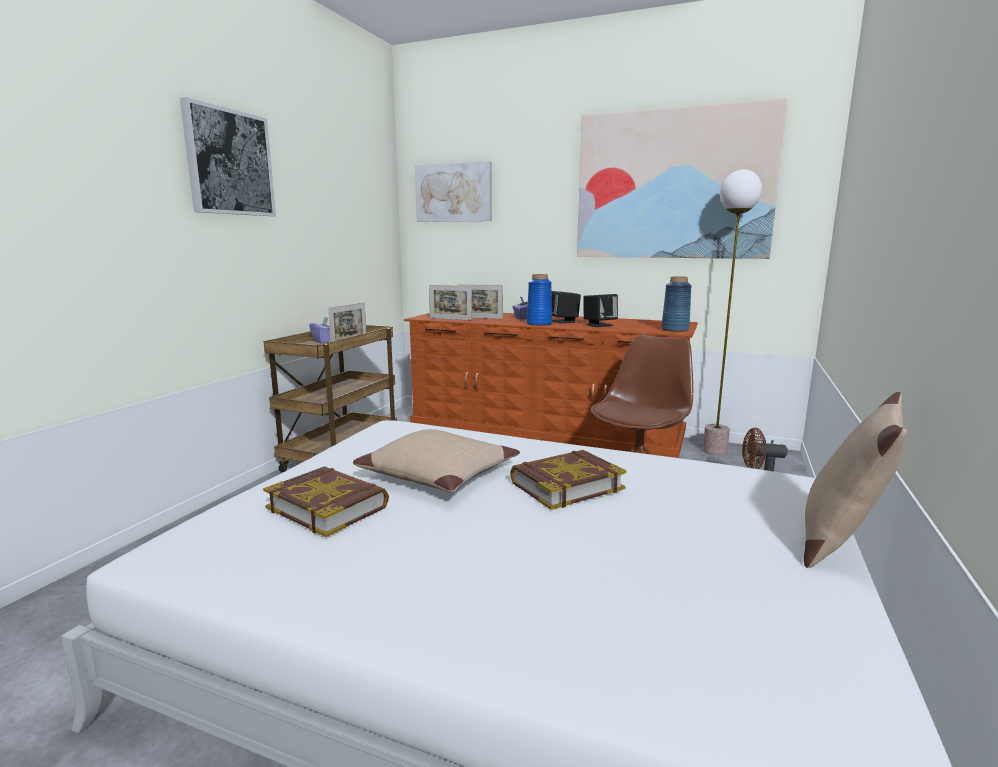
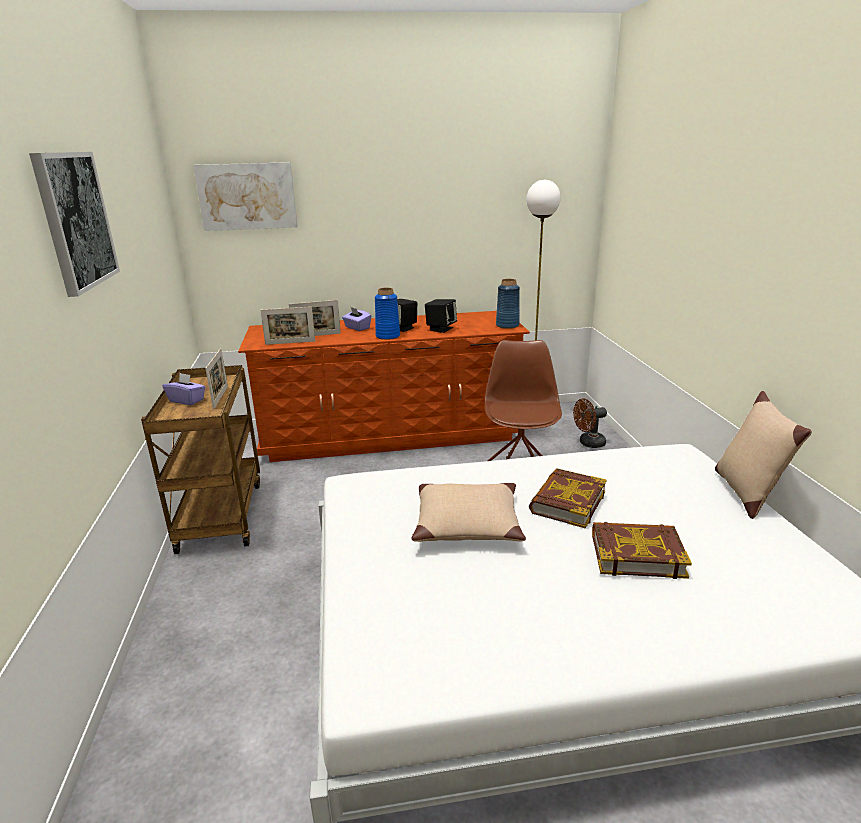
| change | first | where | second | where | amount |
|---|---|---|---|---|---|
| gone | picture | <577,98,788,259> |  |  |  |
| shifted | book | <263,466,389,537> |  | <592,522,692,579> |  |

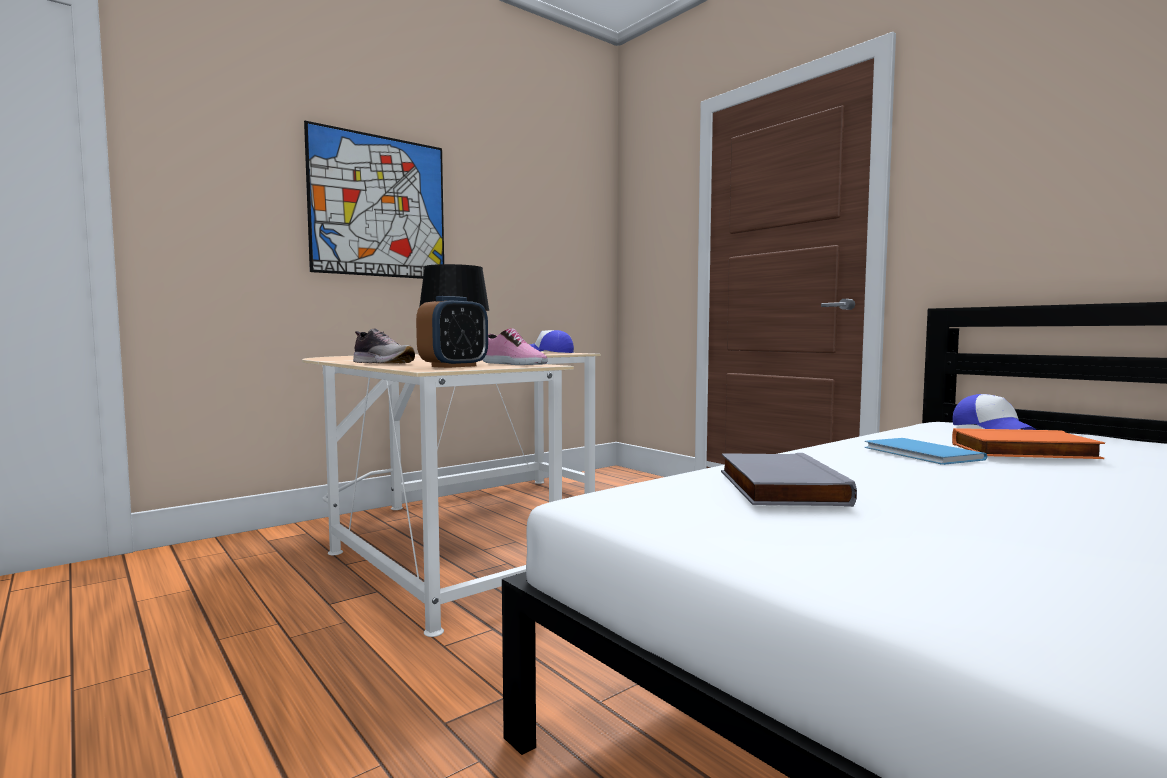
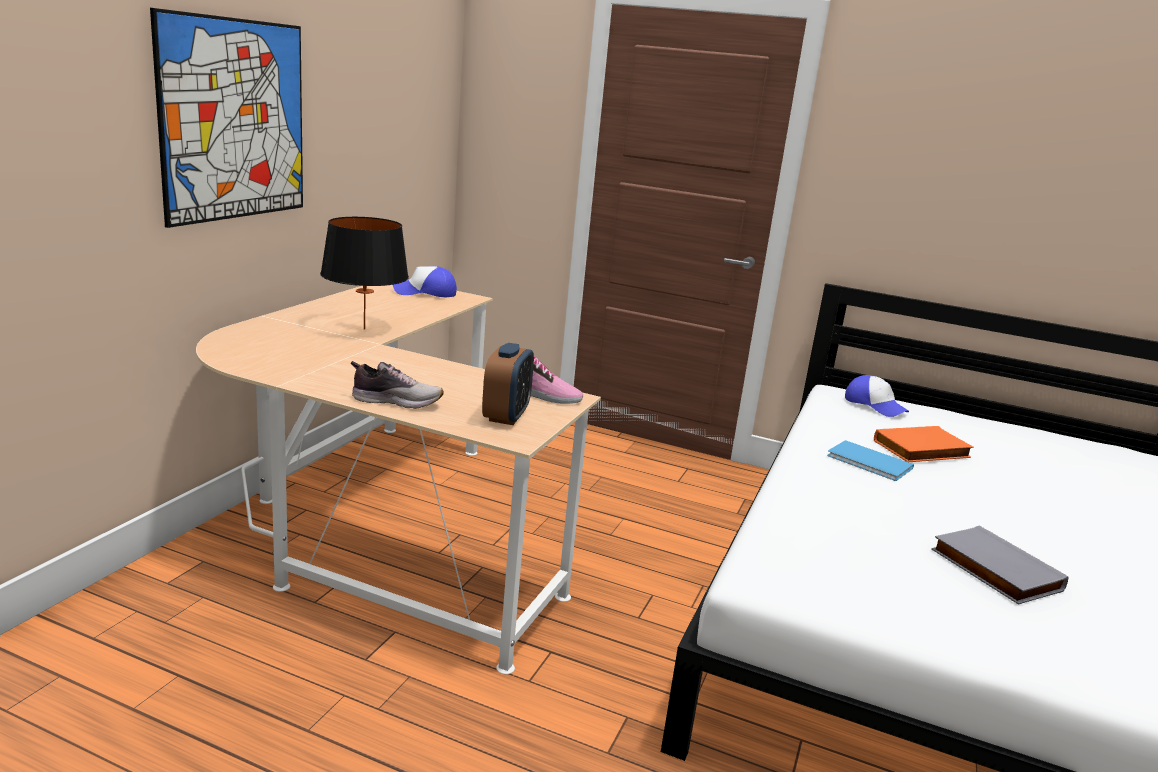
| change | first | where | second | where | amount |
|---|---|---|---|---|---|
| shifted | gray book | <721,453,857,507> |  | <931,526,1069,604> |  |

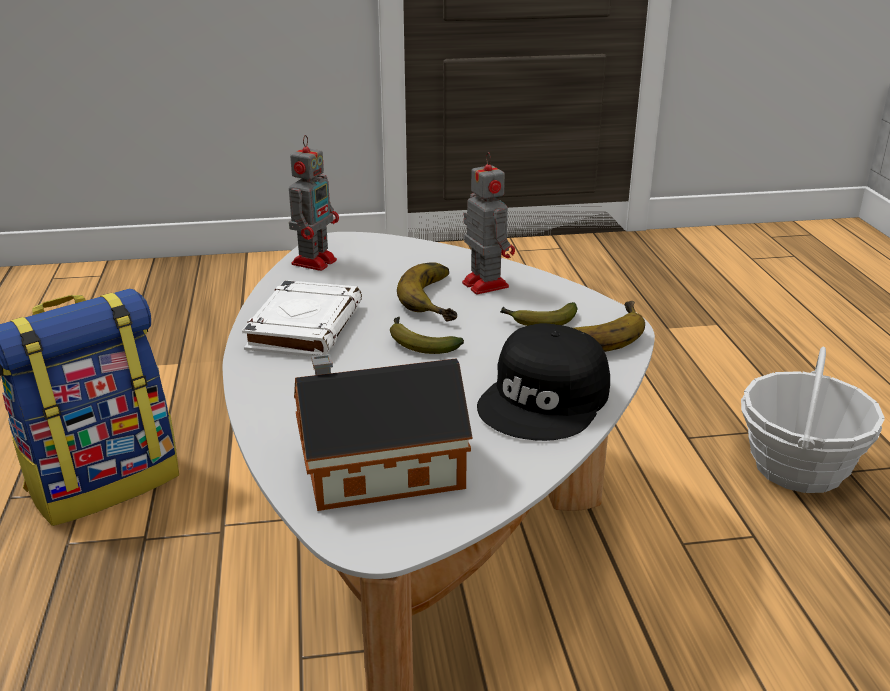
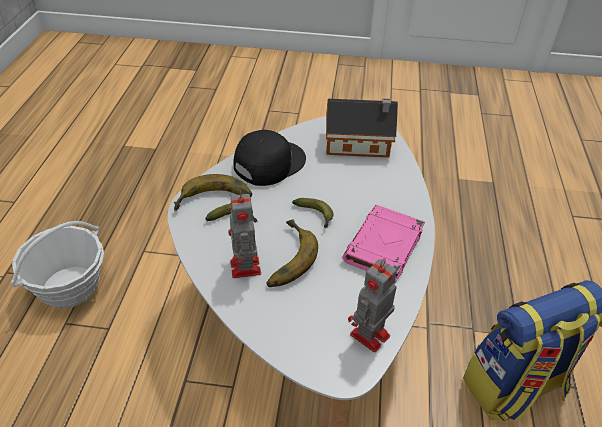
| change | first | where | second | where | amount |
|---|---|---|---|---|---|
| repainted | white book | <242,280,362,357> | pinkish book | <343,205,425,282> |  |

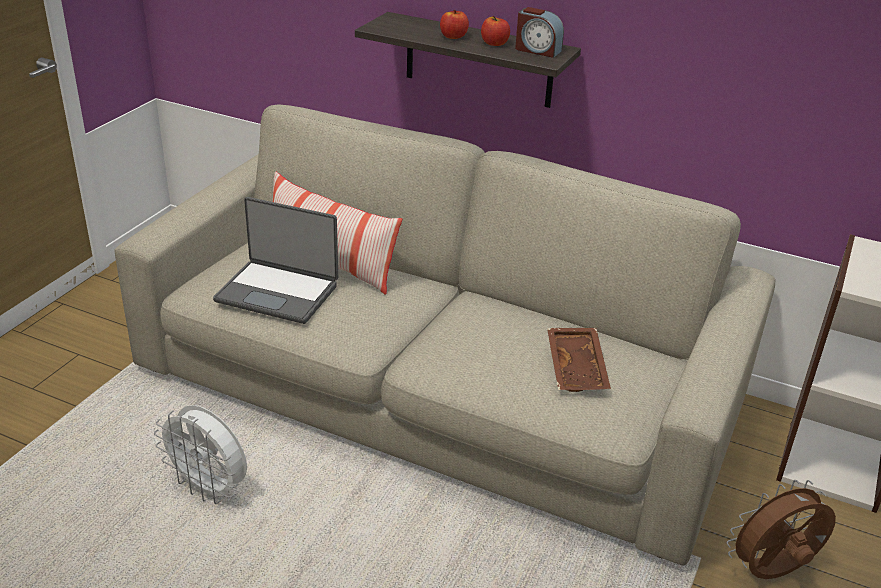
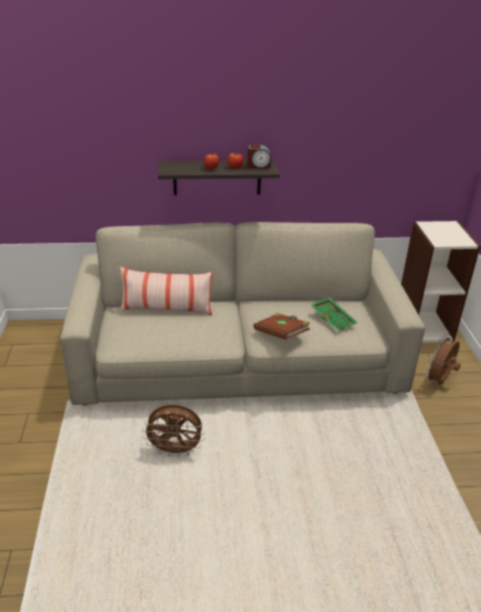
| change | first | where | second | where | amount |
|---|---|---|---|---|---|
| gone | laptop | <213,197,338,324> |  |  |  |
| new |  |  | brownish book | <254,313,310,340> |  |
| repainted | white cooling fan | <154,405,247,504> | brownish cooling fan | <142,405,205,457> |  |
| repainted | brownish serving tray | <547,328,611,392> | greenish serving tray | <311,297,358,331> |  |

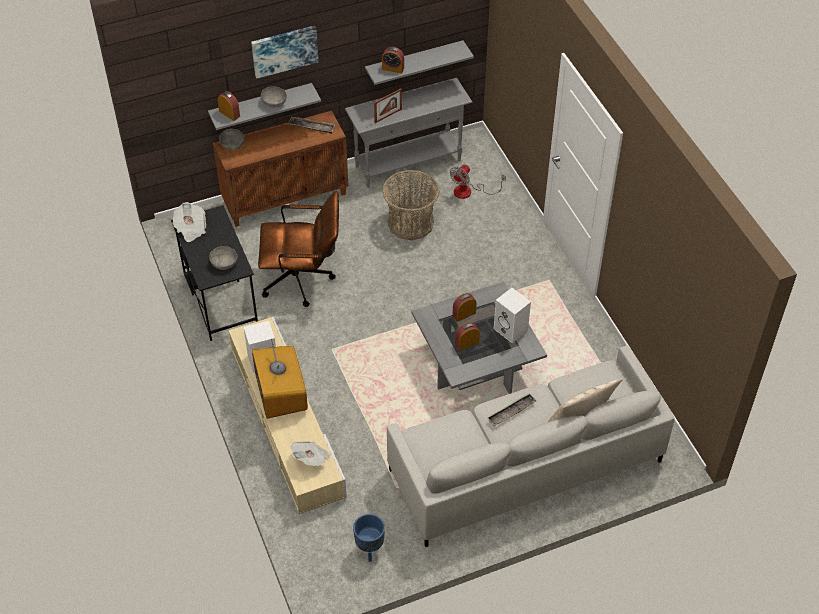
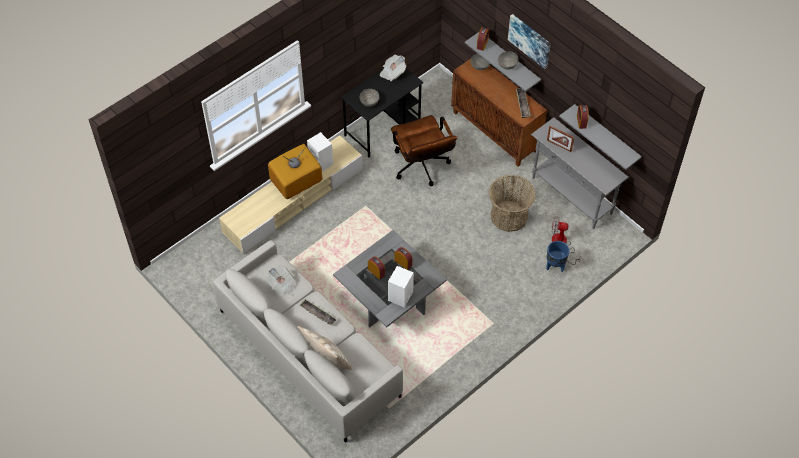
| change | first | where | second | where | amount |
|---|---|---|---|---|---|
| shifted | daily paper | <291,441,331,467> |  | <267,265,297,295> |  |
| shifted | blue flower pot | <353,514,385,562> |  | <546,241,569,272> |  |

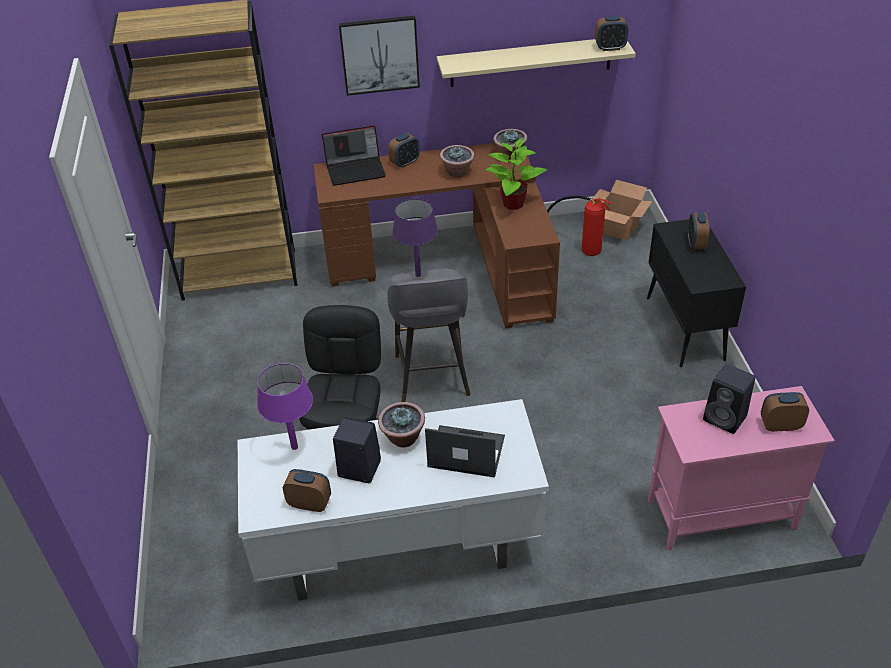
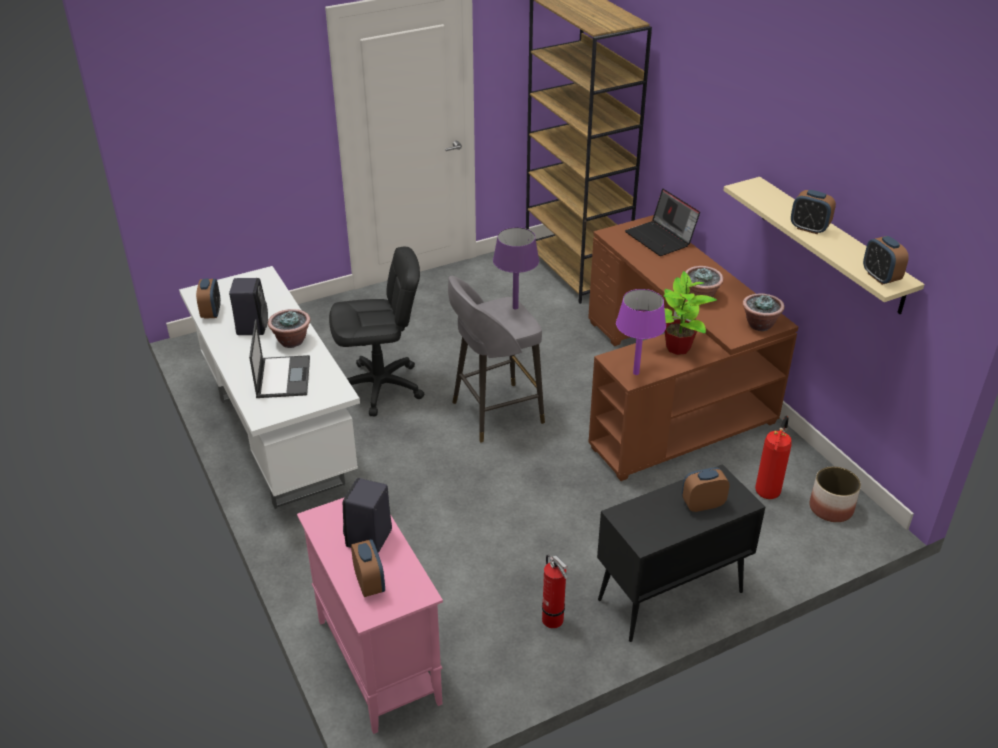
| change | first | where | second | where | amount |
|---|---|---|---|---|---|
| gone | picture | <339,16,420,96> |  |  |  |
| new |  |  | extinguisher | <542,555,568,628> |  |
| shifted | purplish tabletop lamp | <257,363,313,450> |  | <616,289,666,375> |  |
| shifted | table clock | <388,133,420,168> |  | <791,190,836,234> |  |
| swapped | packing box | <593,180,652,241> | flower pot | <809,466,861,522> |  |

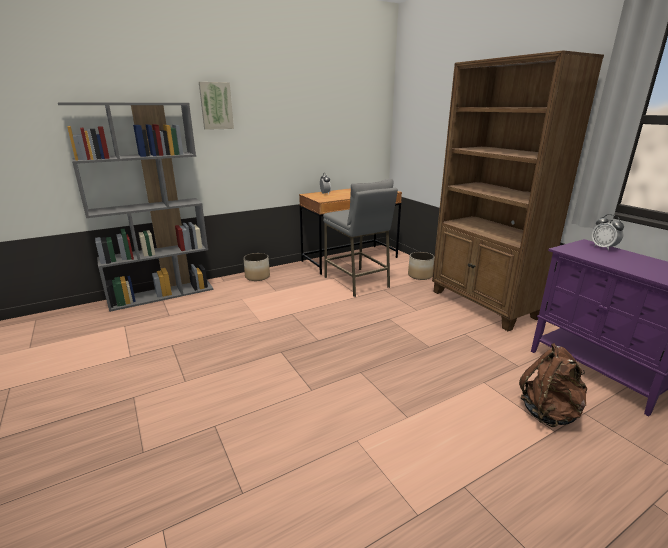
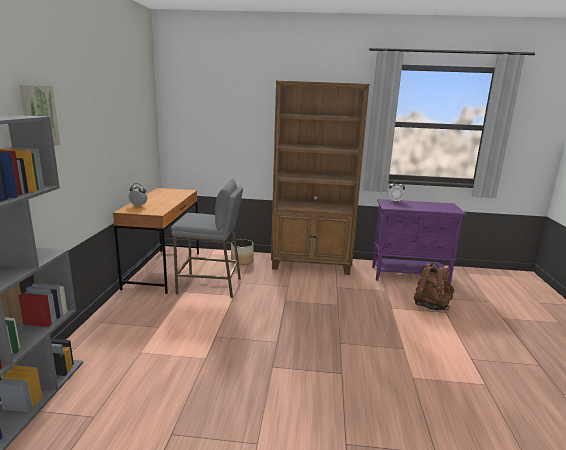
| change | first | where | second | where | amount |
|---|---|---|---|---|---|
| gone | flower pot | <243,253,270,281> |  |  |  |

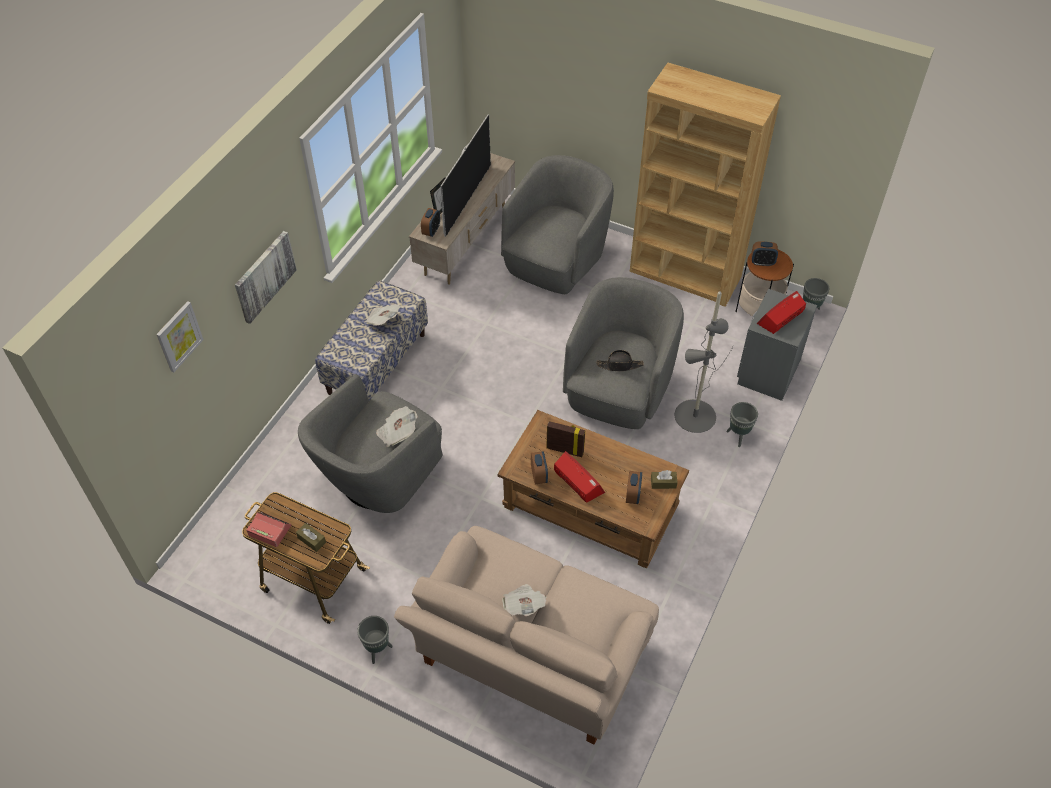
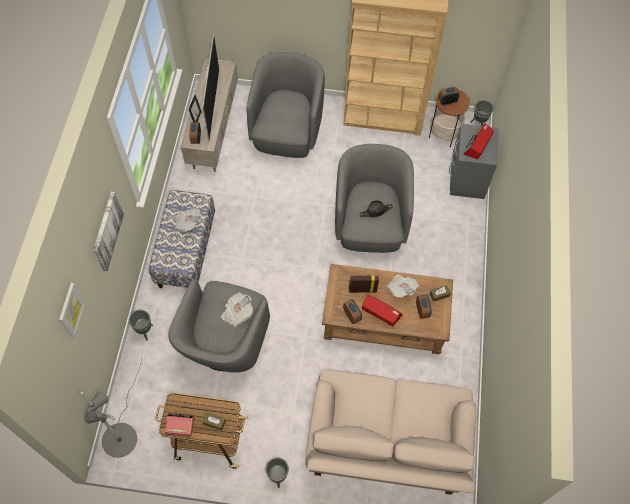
| change | first | where | second | where | amount |
|---|---|---|---|---|---|
| shifted | daily paper | <502,584,546,616> |  | <386,275,419,298> |  |
| shifted | gray floor lamp | <675,292,733,433> |  | <80,360,142,458> |  |
| shifted | gray flower pot | <726,402,758,447> |  | <129,310,153,341> |  |

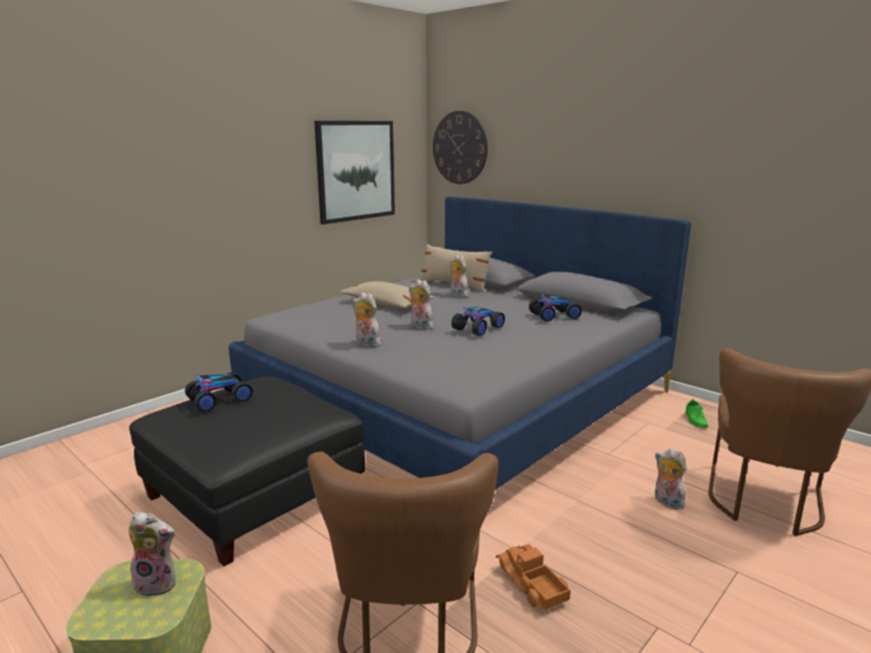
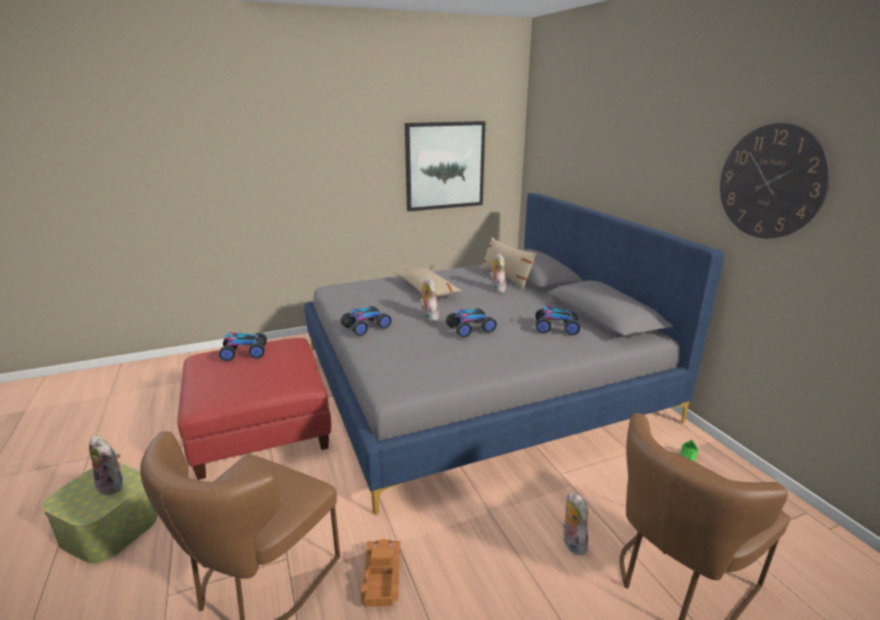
| change | first | where | second | where | amount |
|---|---|---|---|---|---|
| shifted | clock on the wall | <433,111,488,184> |  | <720,123,831,238> |  |
| swapped | cuddly toy | <352,292,381,347> | miniature car | <341,306,392,336> |  |
| repainted | black footrest | <129,376,365,566> | reddish footrest | <177,338,331,480> |  |

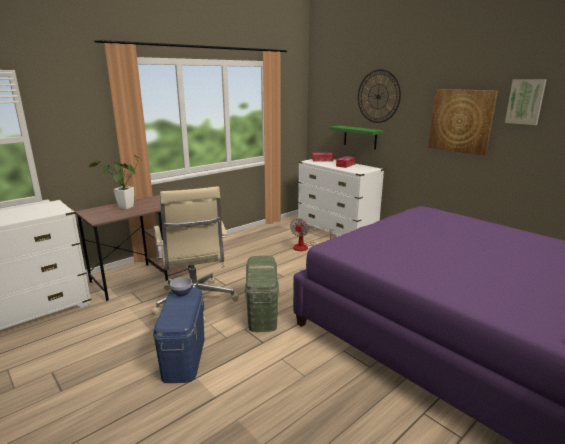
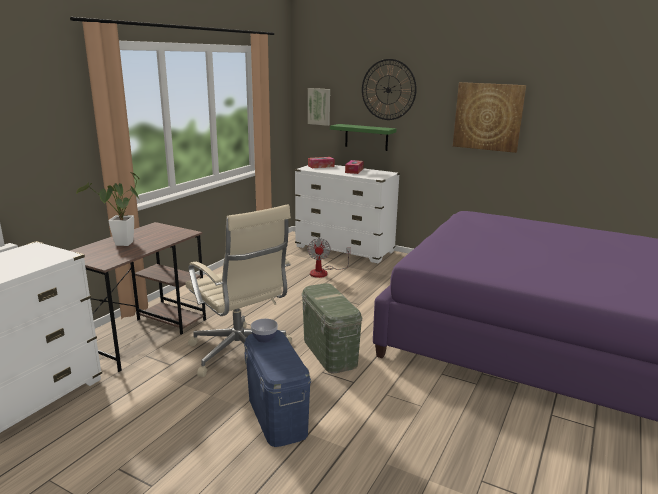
| change | first | where | second | where | amount |
|---|---|---|---|---|---|
| shifted | picture | <505,79,547,125> |  | <308,88,330,126> |  |

